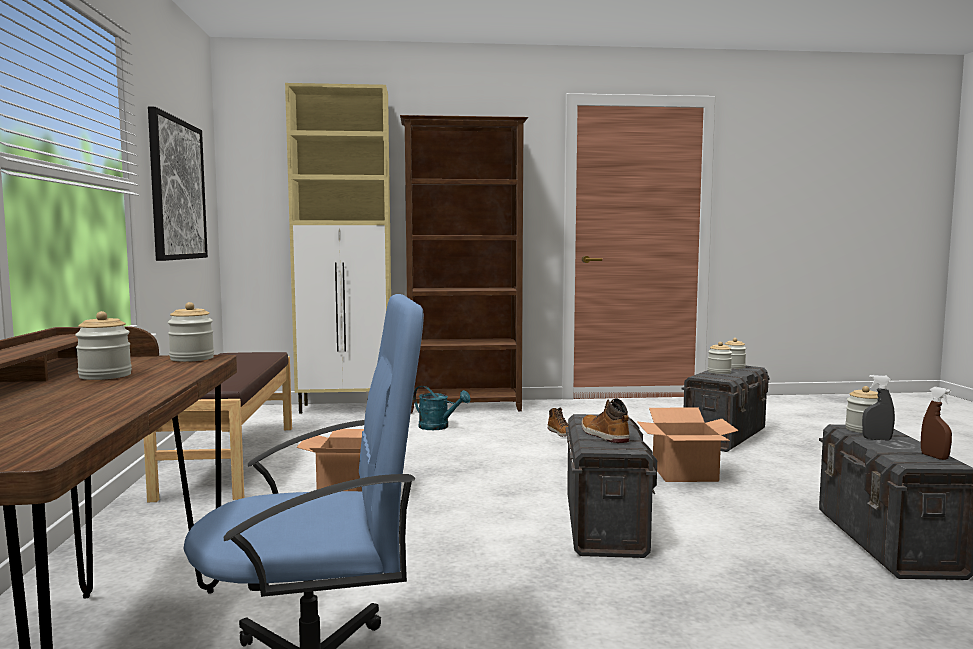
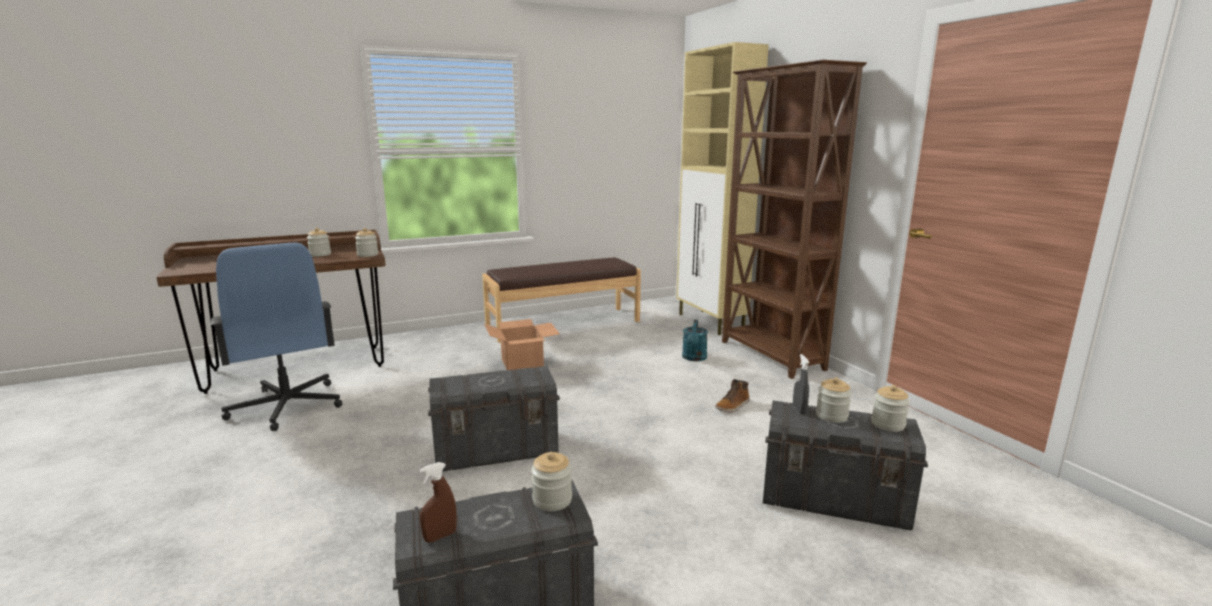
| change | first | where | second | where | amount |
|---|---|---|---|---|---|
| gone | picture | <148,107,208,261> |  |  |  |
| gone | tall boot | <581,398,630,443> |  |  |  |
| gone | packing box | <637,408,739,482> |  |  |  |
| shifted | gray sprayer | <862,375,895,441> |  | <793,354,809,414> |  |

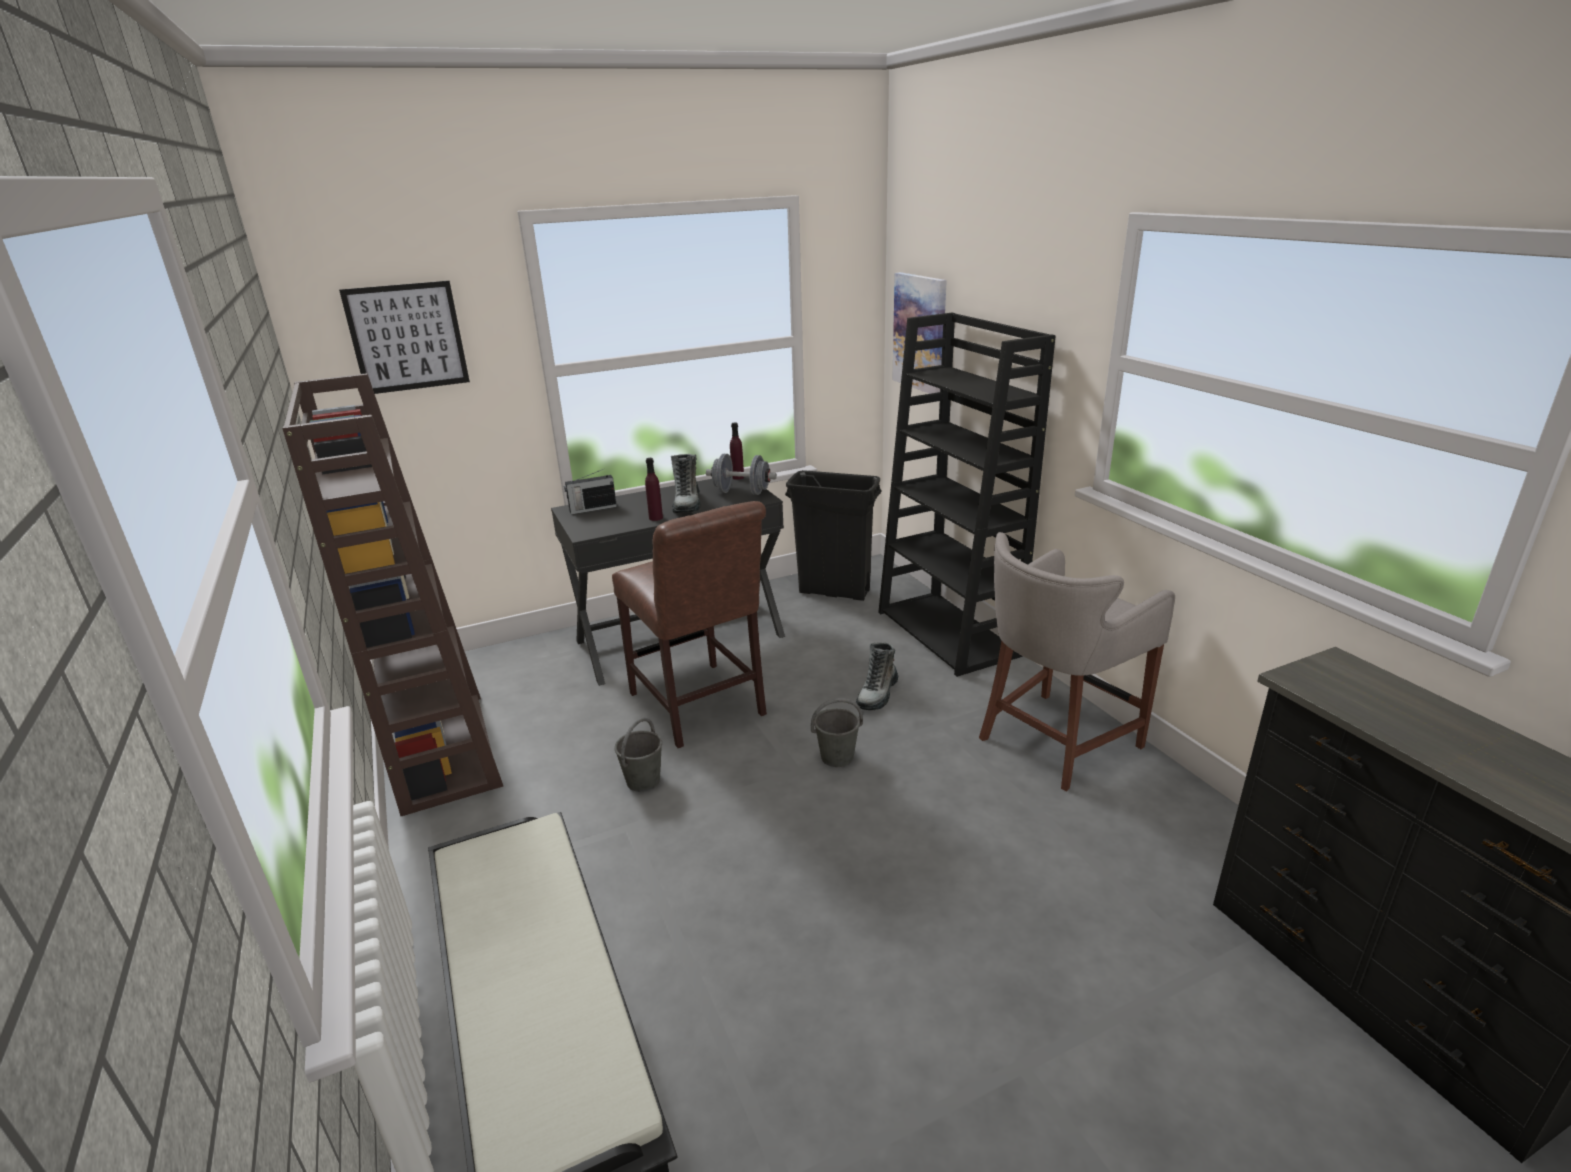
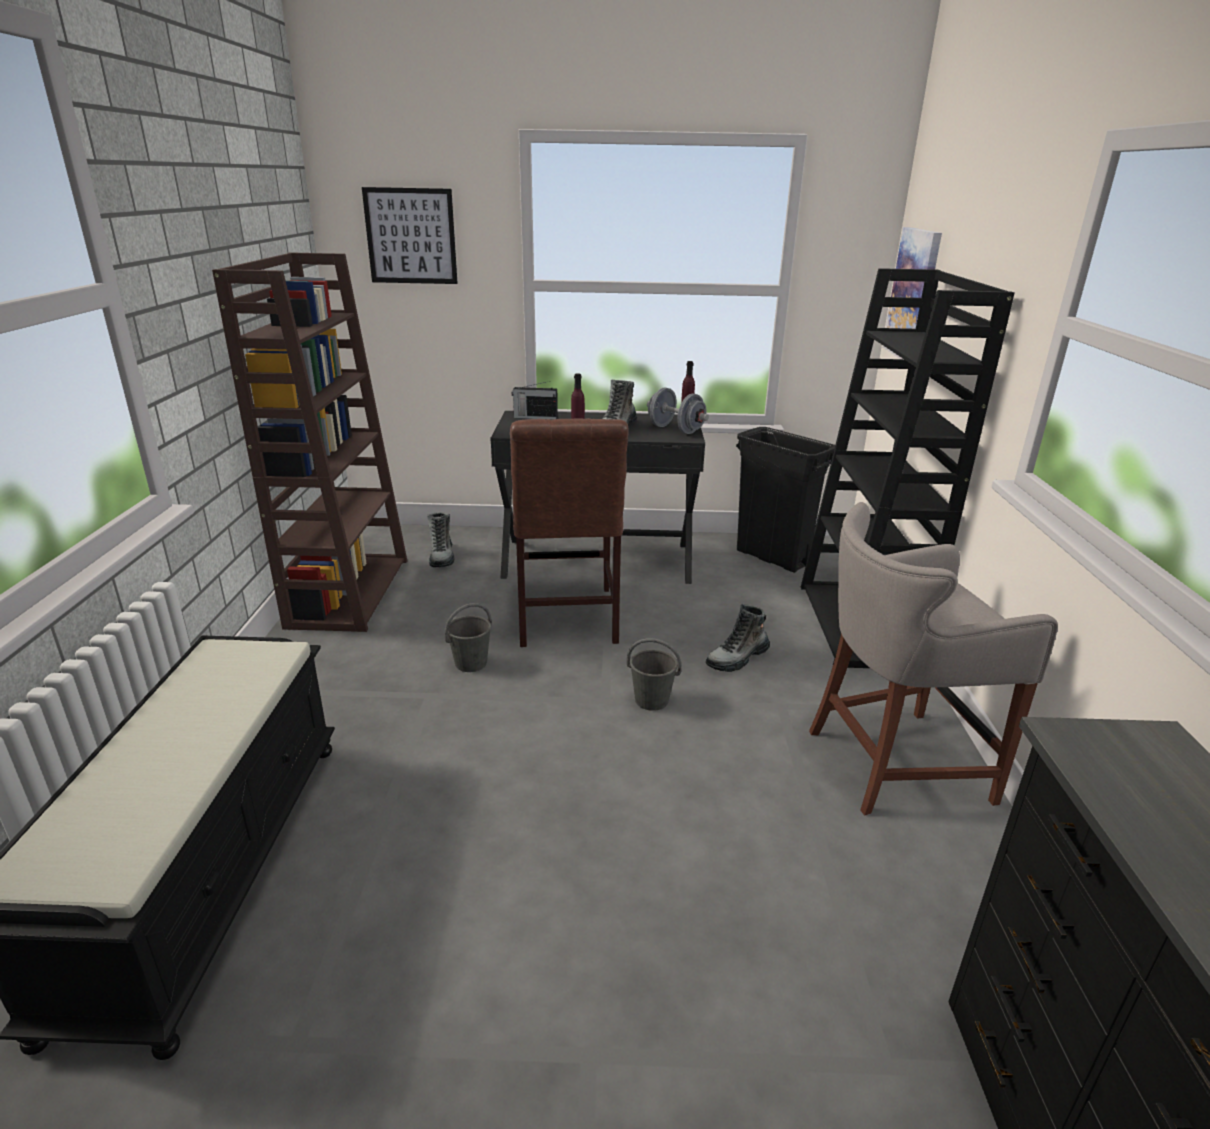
| change | first | where | second | where | amount |
|---|---|---|---|---|---|
| new |  |  | tall boot | <427,512,454,567> |  |

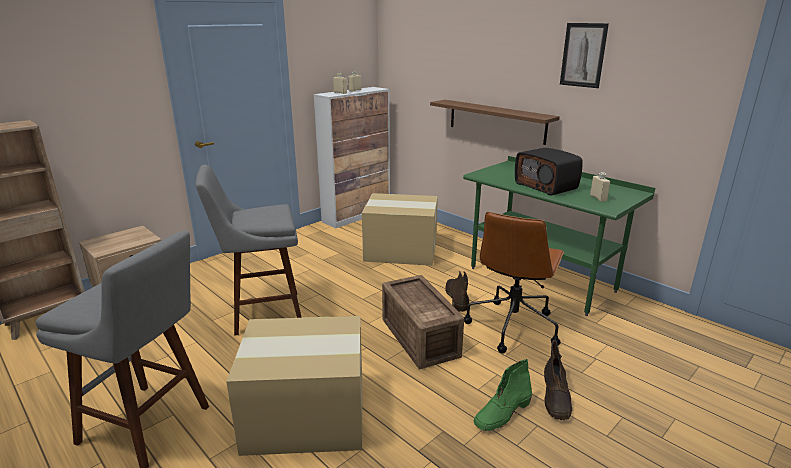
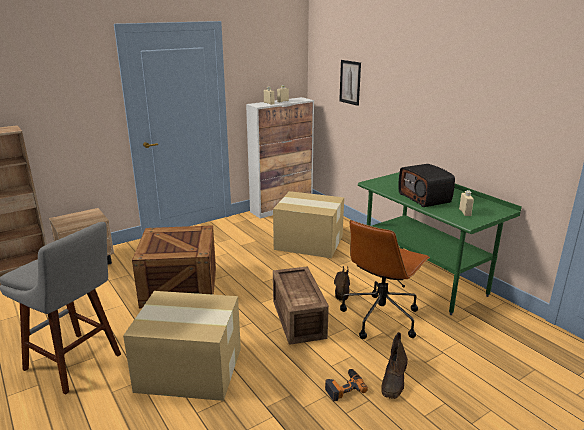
| change | first | where | second | where | amount |
|---|---|---|---|---|---|
| gone | brownish bracket shelf | <430,100,560,145> |  |  |  |
| shifted | picture | <560,23,609,88> |  | <339,60,361,106> |  |
| swapped | gray stool | <195,165,302,336> | shipping crate | <132,225,216,308> |  |
| swapped | greenish tall boot | <474,359,532,431> | drill | <325,369,368,401> |  |

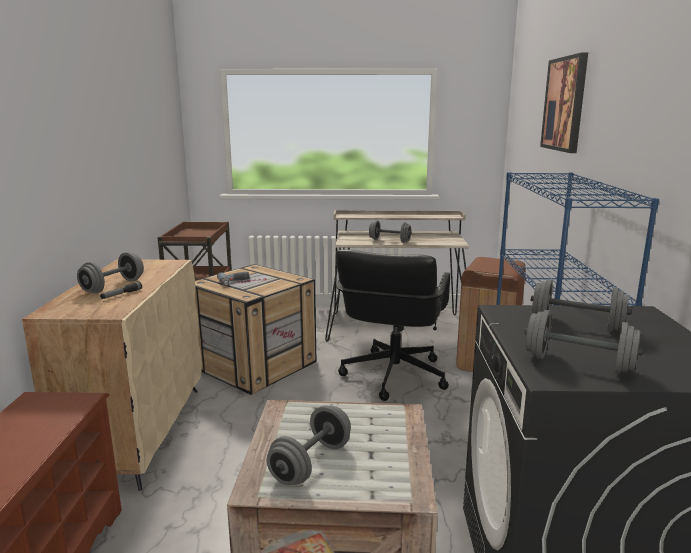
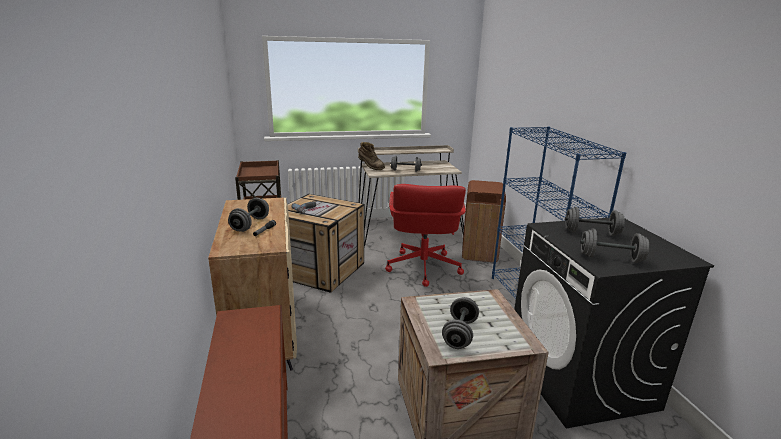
| change | first | where | second | where | amount |
|---|---|---|---|---|---|
| gone | picture | <540,53,588,153> |  |  |  |
| new |  |  | brownish tall boot | <358,142,385,170> |  |
| repainted | black computer chair | <336,249,450,401> | reddish computer chair | <385,184,466,287> |  |

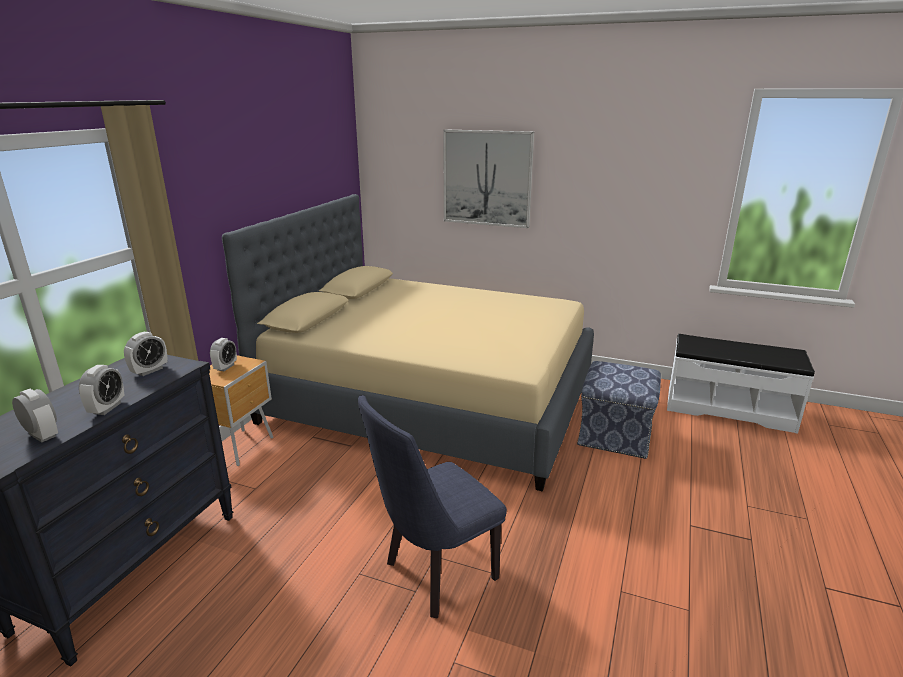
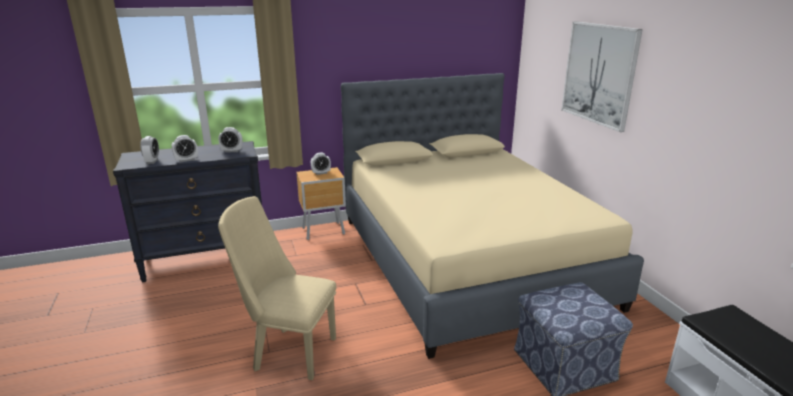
| change | first | where | second | where | amount |
|---|---|---|---|---|---|
| repainted | blue chair | <358,395,507,618> | sand-coloured chair | <218,196,336,380> |  |

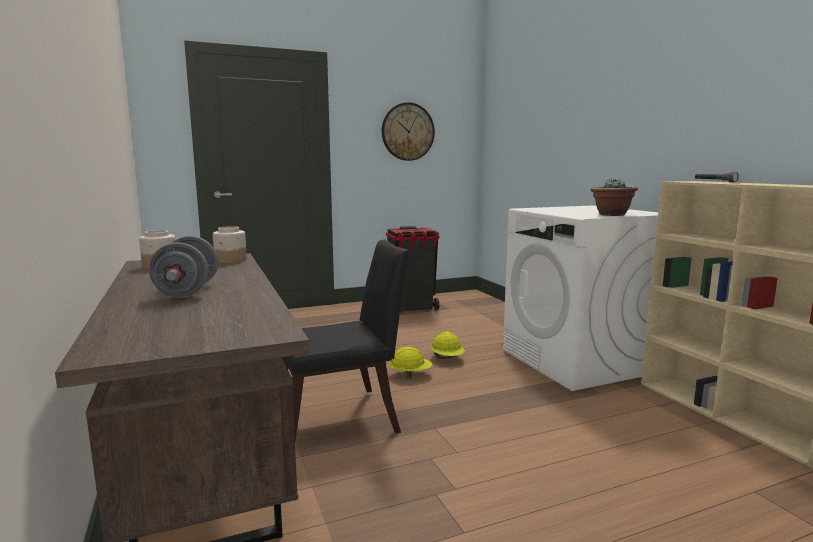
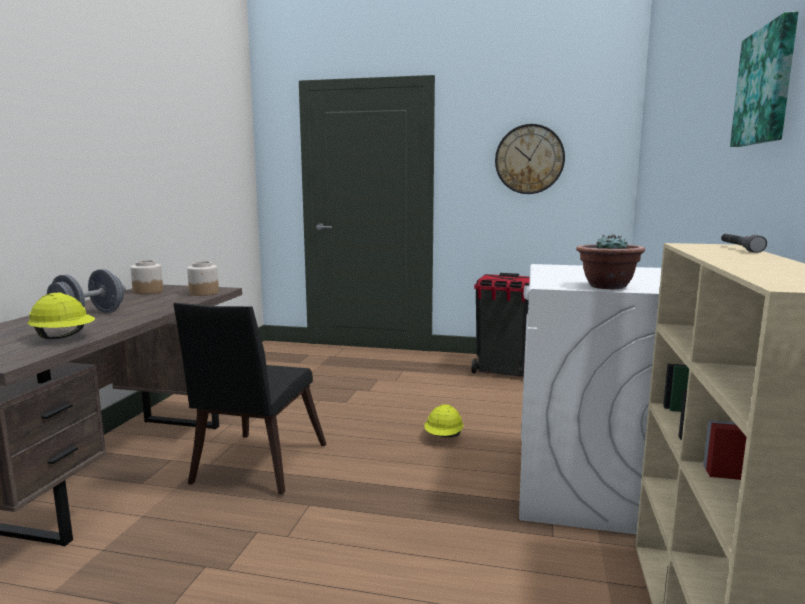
| change | first | where | second | where | amount |
|---|---|---|---|---|---|
| new |  |  | picture | <730,11,799,147> |  |
| shifted | yellow hard hat | <389,347,432,378> |  | <27,293,95,339> |  |
| rotated | black chair | <282,239,410,440> |  | <173,303,326,495> | 90 degrees clockwise |

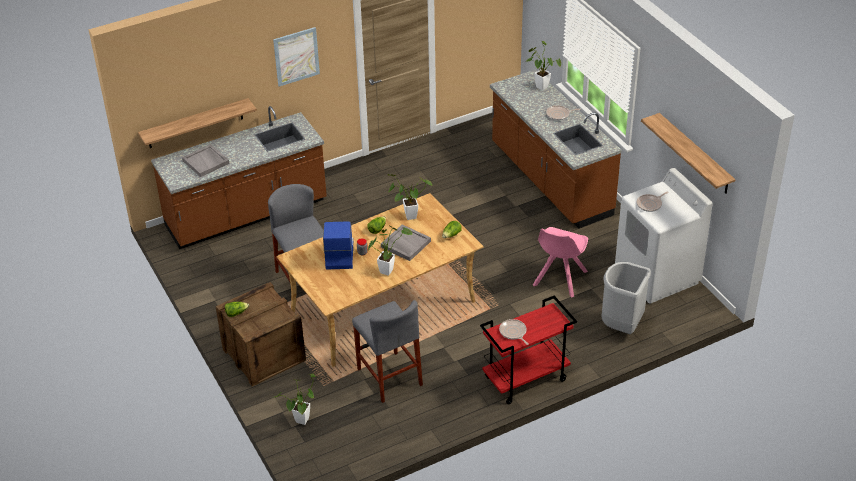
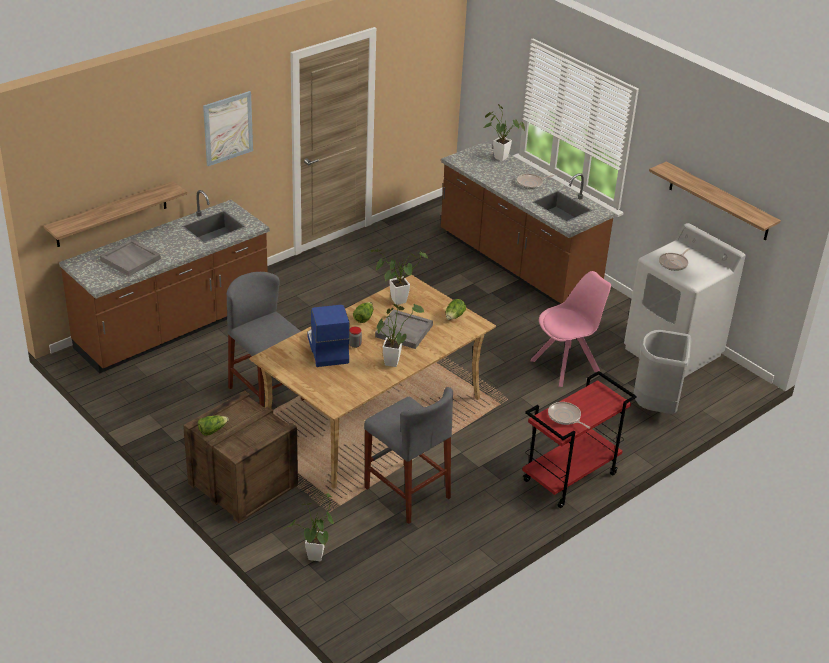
| change | first | where | second | where | amount |
|---|---|---|---|---|---|
| rotated | pinkish chair | <533,227,588,298> |  | <530,271,611,387> | 135 degrees counterclockwise |

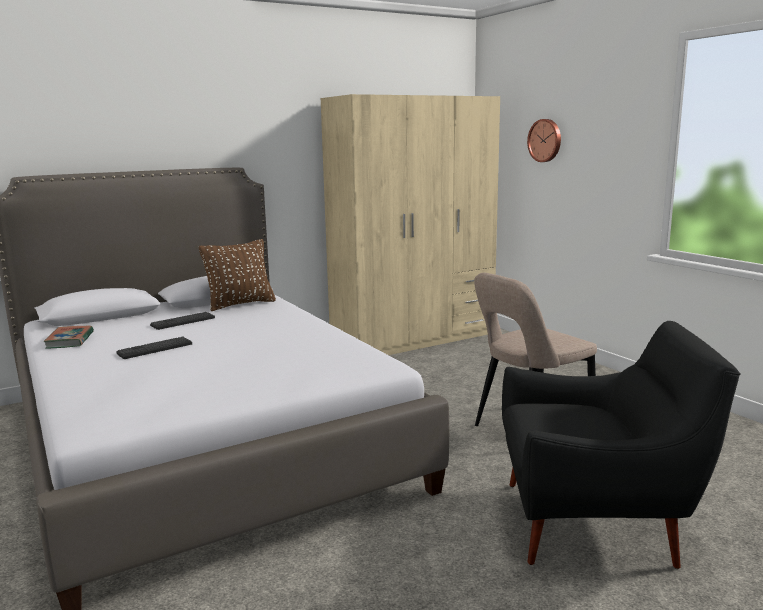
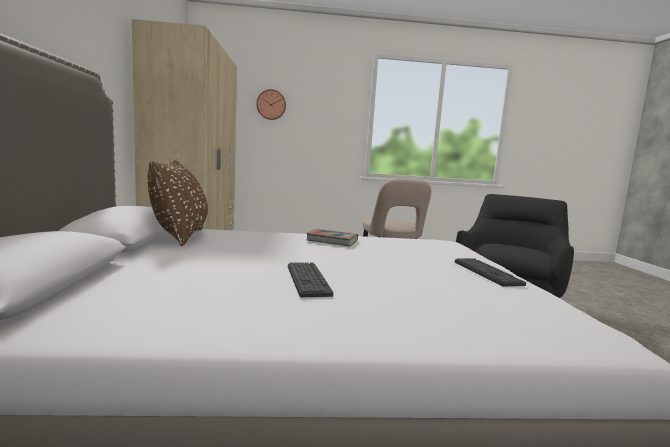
| change | first | where | second | where | amount |
|---|---|---|---|---|---|
| shifted | book | <43,326,94,349> |  | <306,229,358,246> |  |
| shifted | computer keyboard | <150,312,215,330> |  | <455,258,526,286> |  |

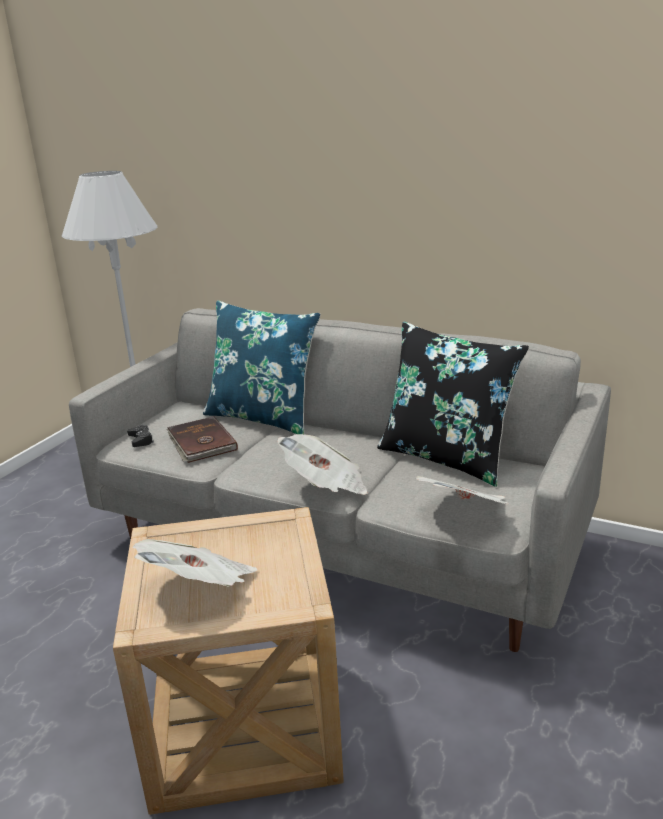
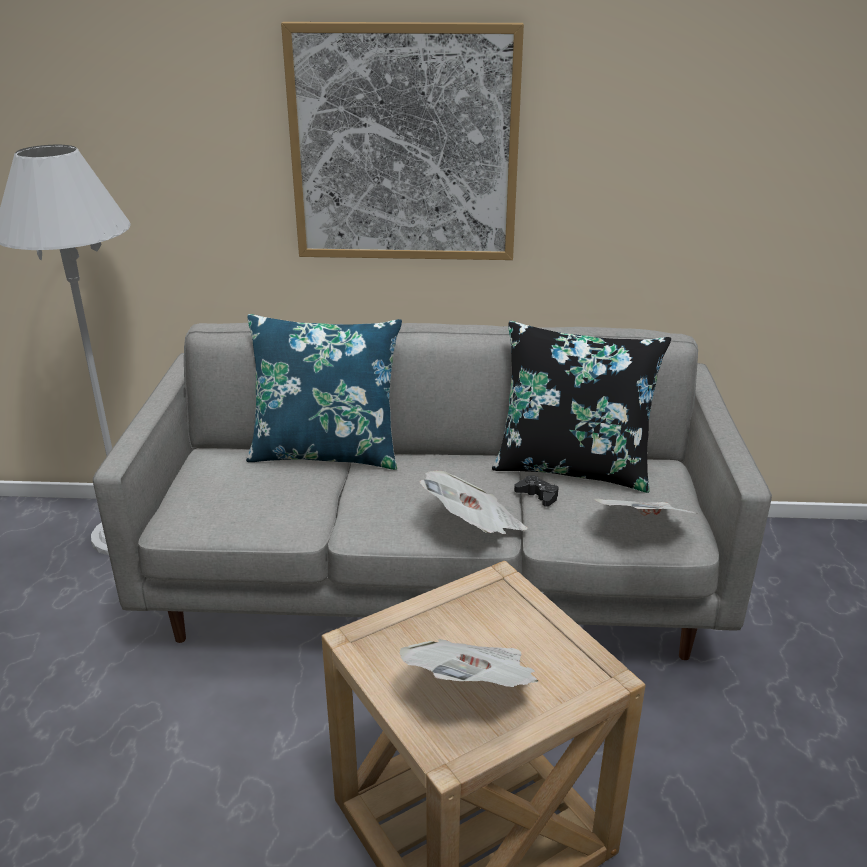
| change | first | where | second | where | amount |
|---|---|---|---|---|---|
| gone | brownish book | <167,416,238,463> |  |  |  |
| new |  |  | picture | <281,22,524,260> |  |
| shifted | black joypad | <127,425,154,447> |  | <514,475,559,507> |  |

